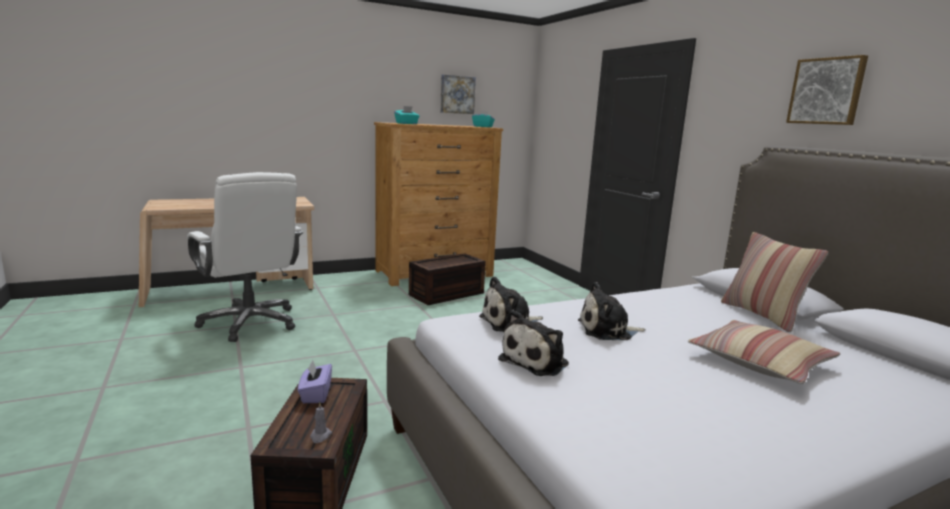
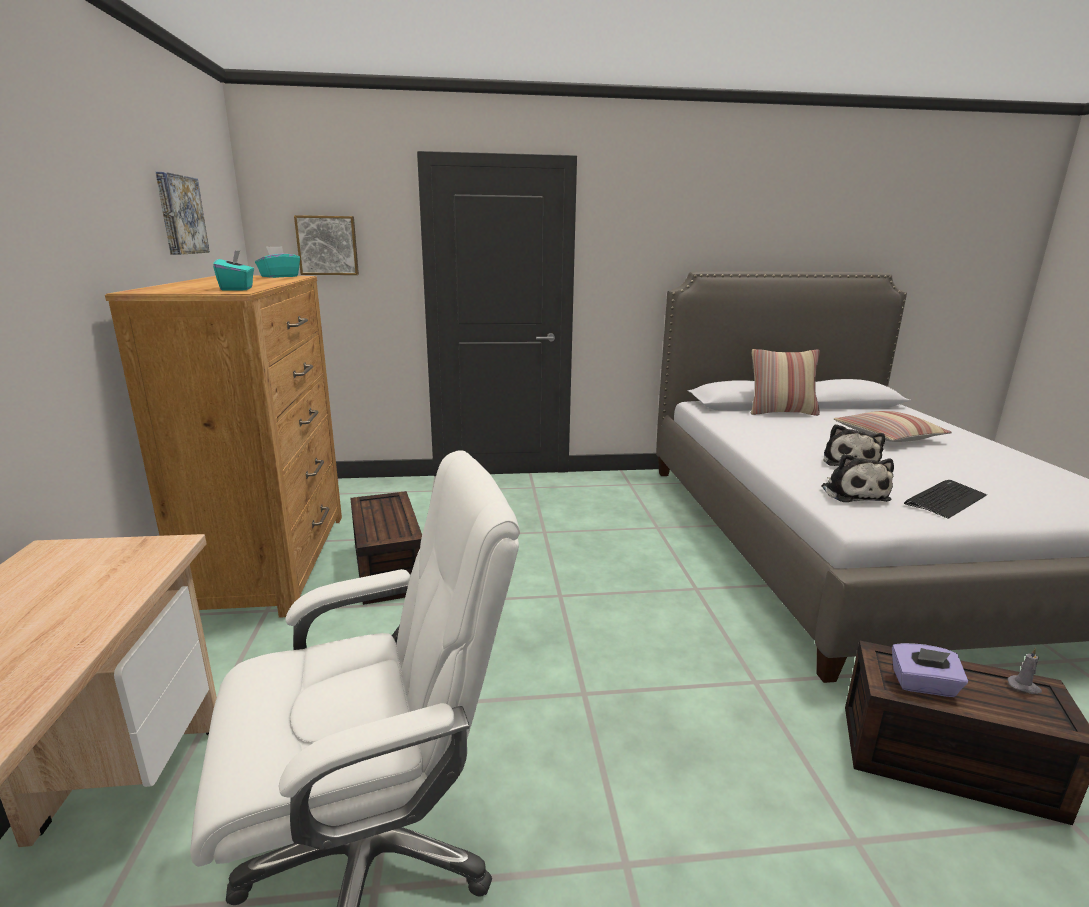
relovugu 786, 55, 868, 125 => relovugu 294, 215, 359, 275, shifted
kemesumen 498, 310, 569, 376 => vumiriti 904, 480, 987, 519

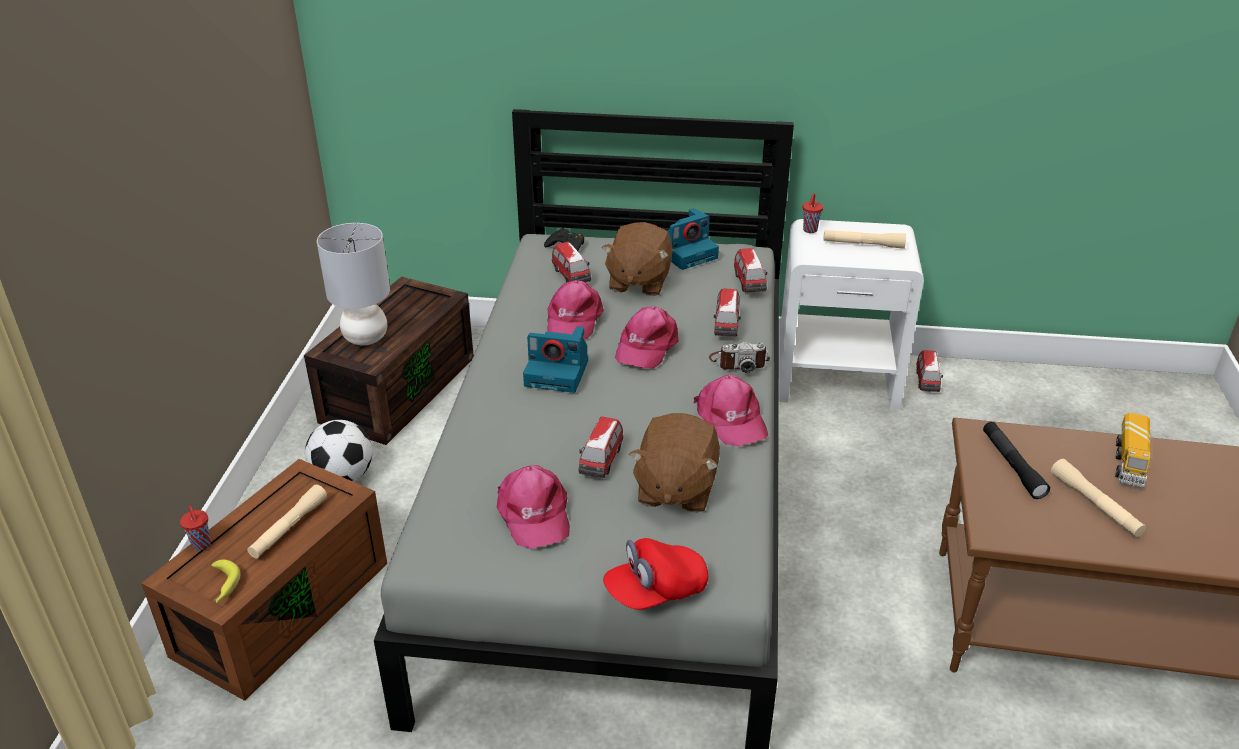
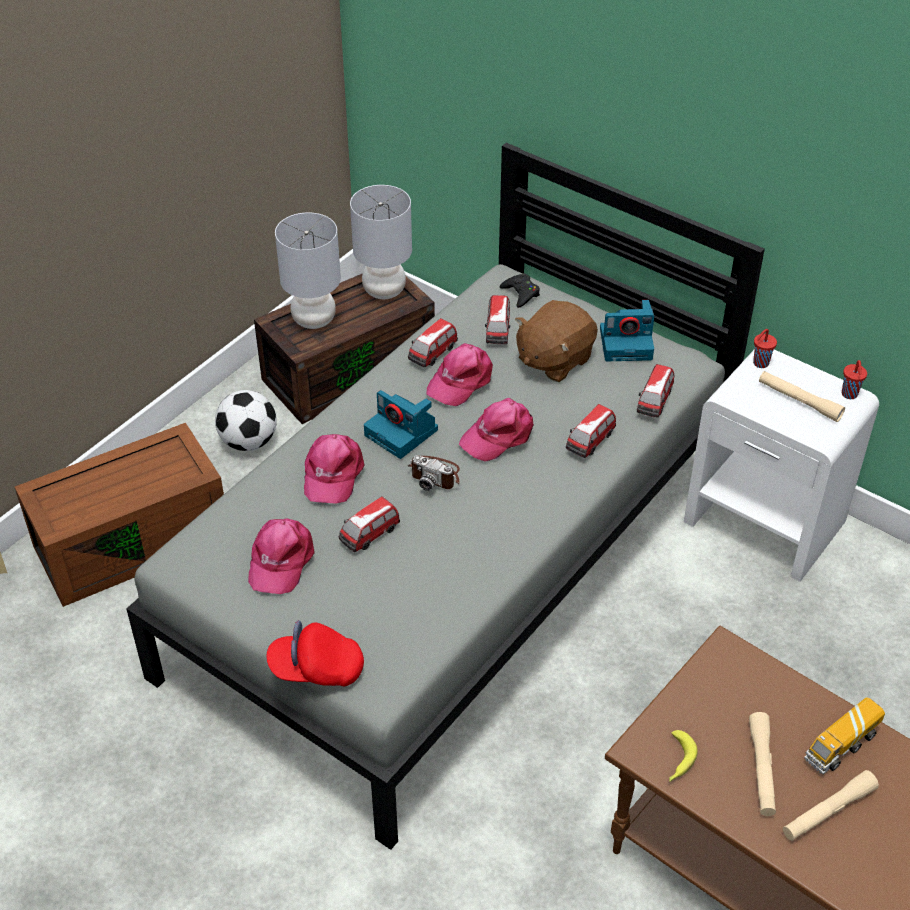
brown kemesumen 629, 413, 720, 513 => nothing
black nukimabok 983, 422, 1050, 499 => nothing
nothing => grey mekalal 350, 185, 412, 299
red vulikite 180, 505, 211, 550 => red vulikite 842, 360, 867, 399, shifted
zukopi 211, 559, 241, 603 => zukopi 669, 730, 698, 782, shifted
beige nukimabok 247, 485, 327, 558 => beige nukimabok 783, 770, 879, 841, shifted
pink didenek 693, 375, 768, 446 => pink didenek 304, 434, 365, 504, shifted
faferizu 709, 341, 770, 373 => faferizu 407, 455, 460, 491, shifted
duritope 916, 350, 943, 392 => duritope 408, 318, 458, 368, shifted

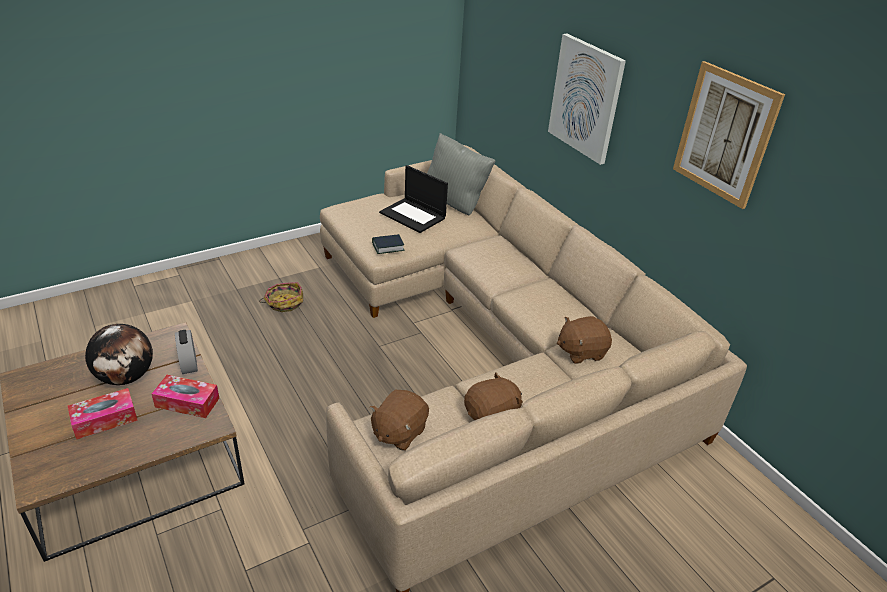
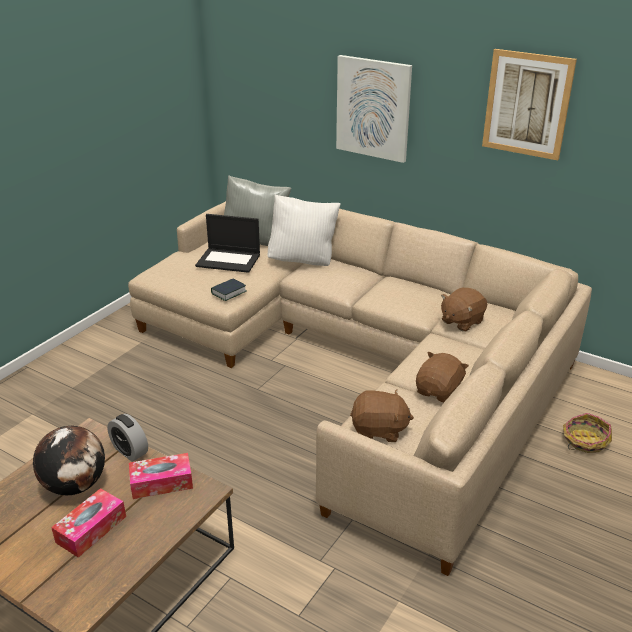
nothing => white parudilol 268, 194, 341, 266
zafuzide 259, 282, 303, 312 => zafuzide 563, 413, 612, 453, shifted
brown kemesumen 369, 390, 429, 451 => brown kemesumen 350, 389, 414, 442, 90 degrees counterclockwise

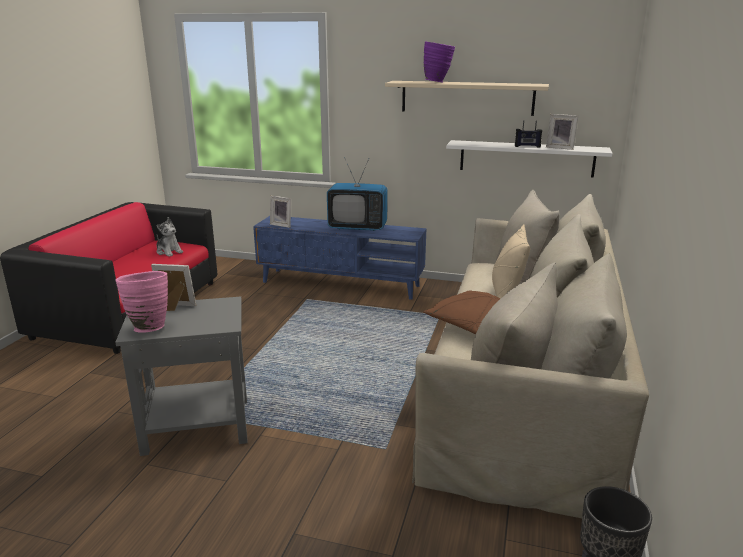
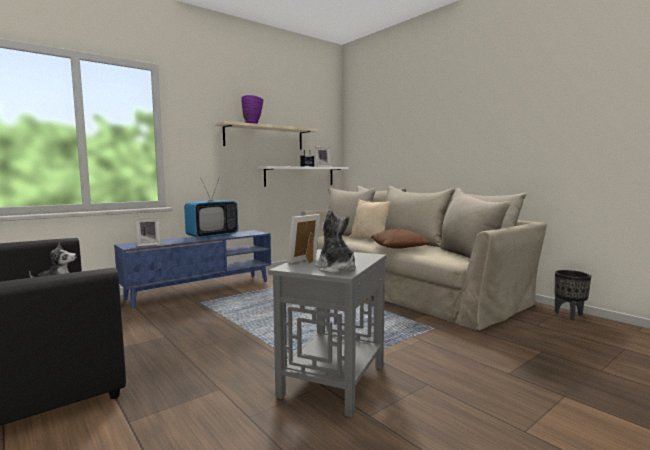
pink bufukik 115, 271, 168, 333 => kemesumen 315, 209, 356, 273

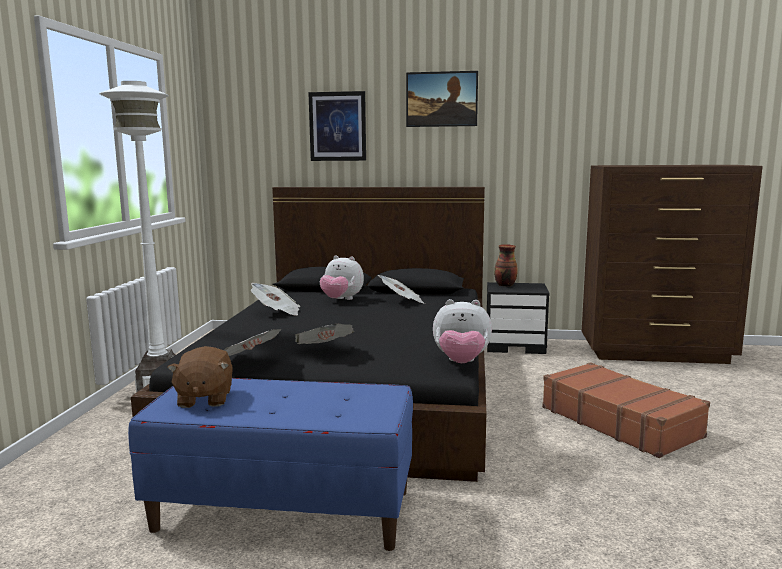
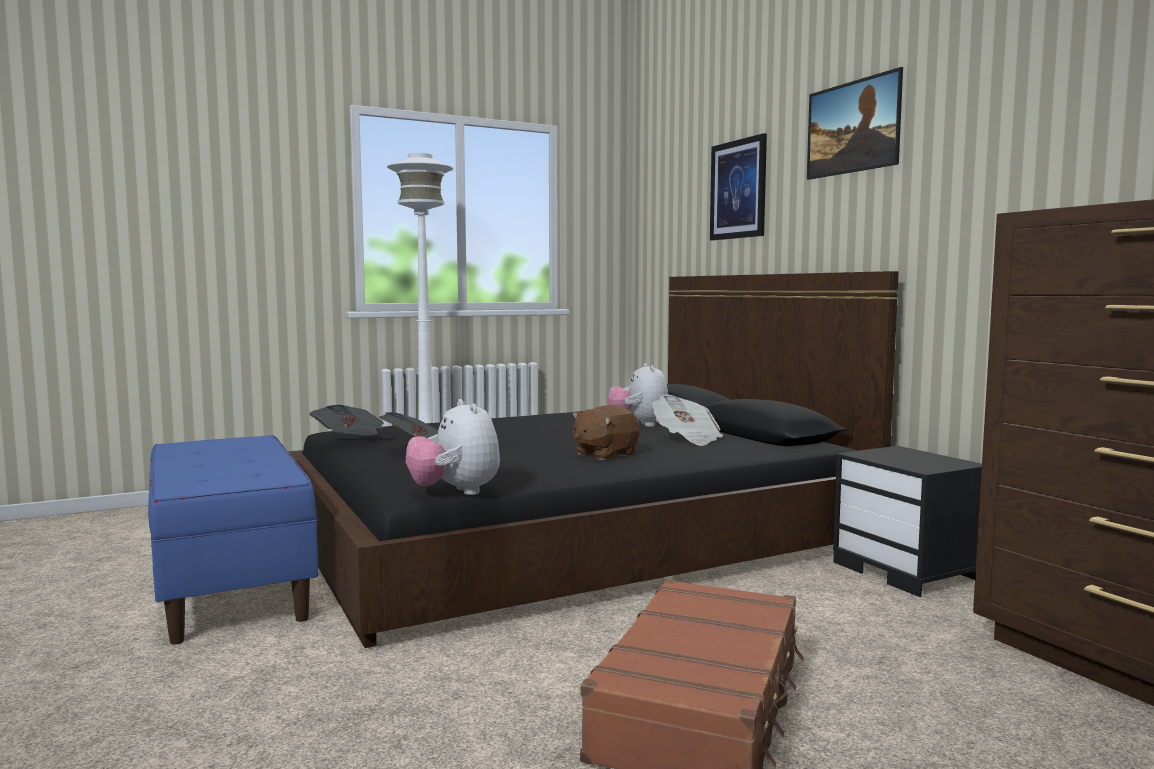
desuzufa 251, 283, 300, 316 => nothing
bufukik 494, 244, 518, 287 => nothing
brown kemesumen 167, 346, 233, 408 => brown kemesumen 572, 405, 640, 460, shifted

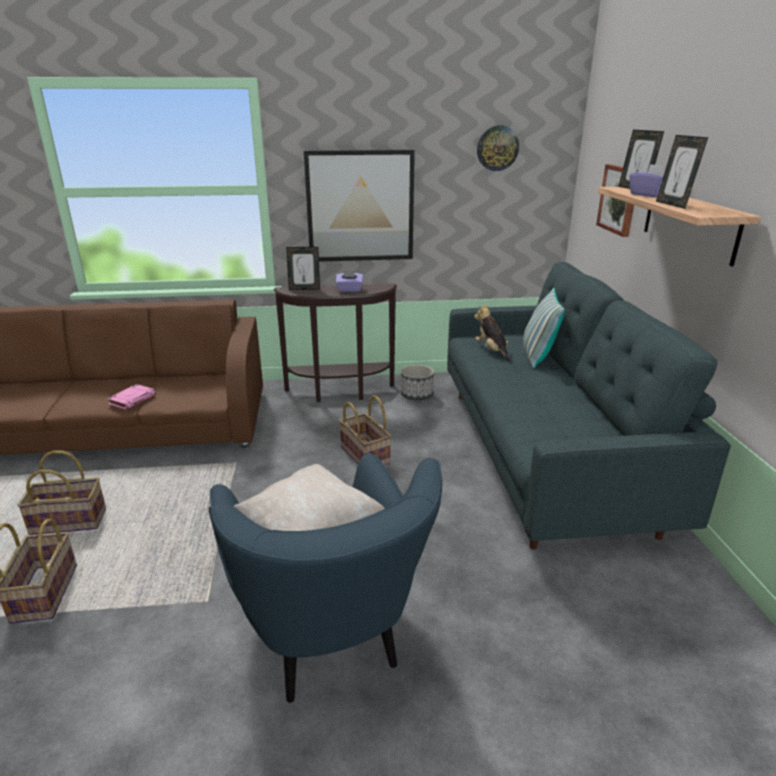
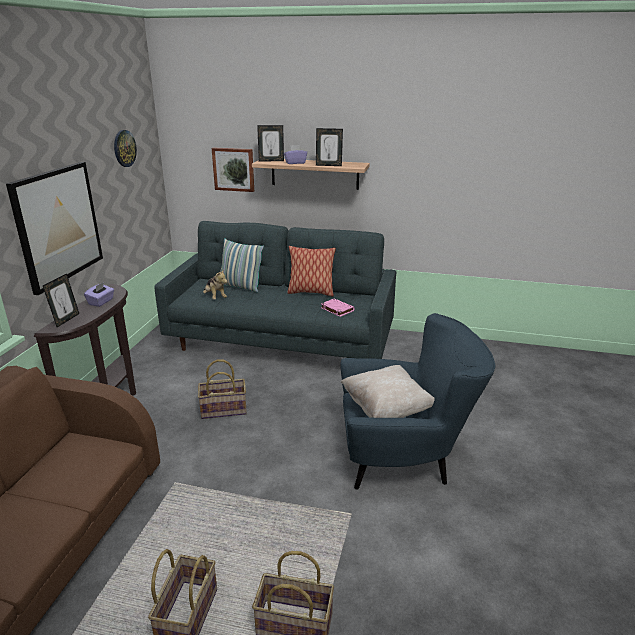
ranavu 401, 365, 434, 400 => nothing
nothing => parudilol 287, 246, 336, 297
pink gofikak 107, 384, 156, 410 => pink gofikak 321, 298, 355, 317, shifted
kemesumen 474, 304, 512, 362 => kemesumen 203, 269, 228, 300, 120 degrees counterclockwise

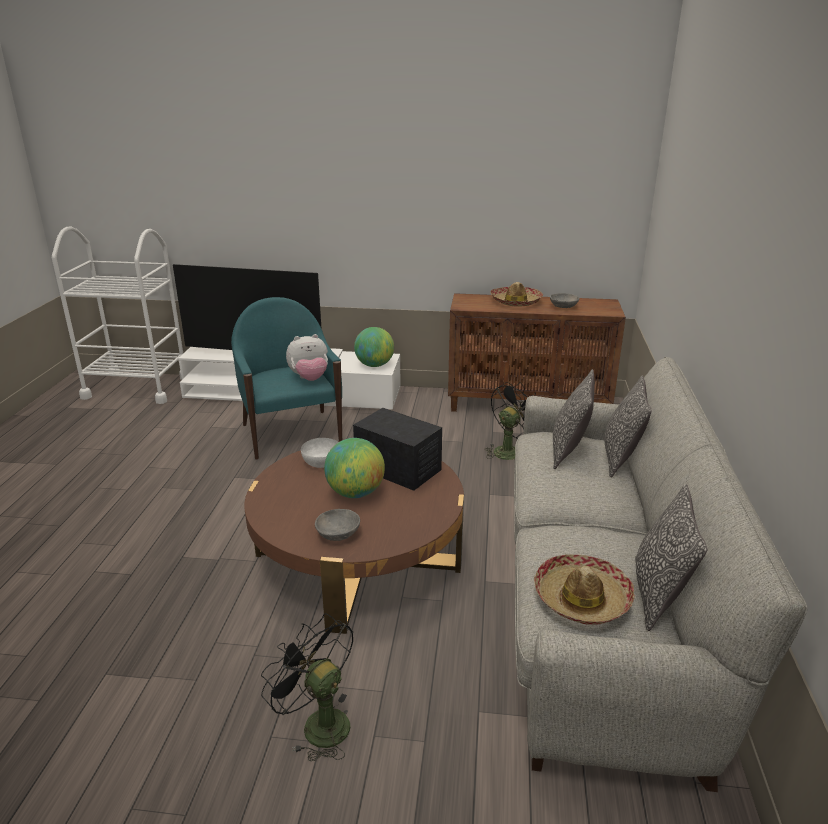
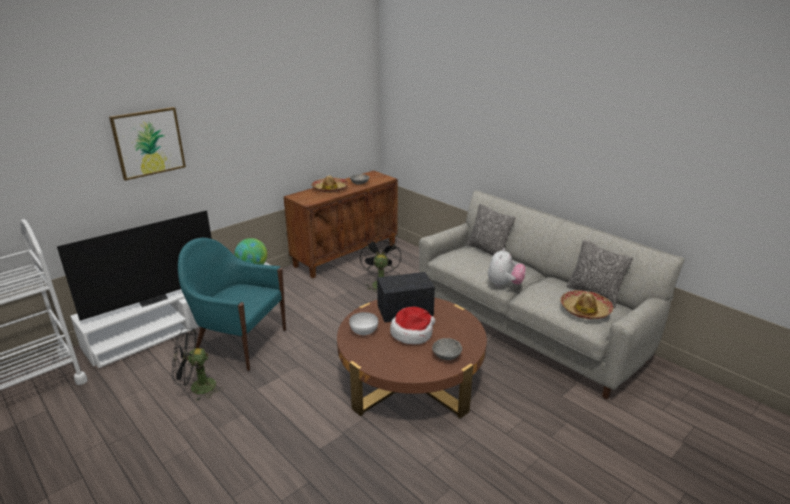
parudilol 553, 369, 595, 469 => nothing
nothing => relovugu 109, 107, 186, 181
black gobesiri 261, 613, 353, 761 => black gobesiri 172, 328, 223, 401, shifted
kemesumen 286, 334, 328, 381 => kemesumen 488, 248, 526, 287, shifted
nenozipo 324, 438, 385, 498 => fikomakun 390, 307, 436, 345

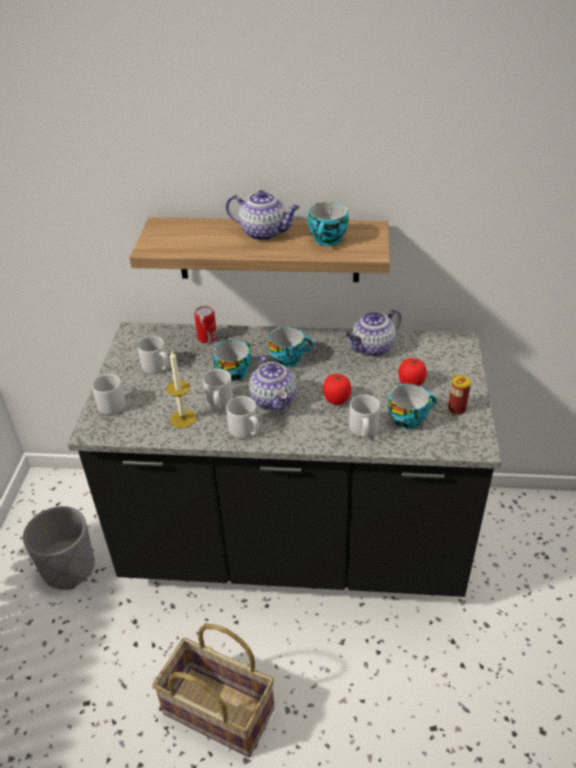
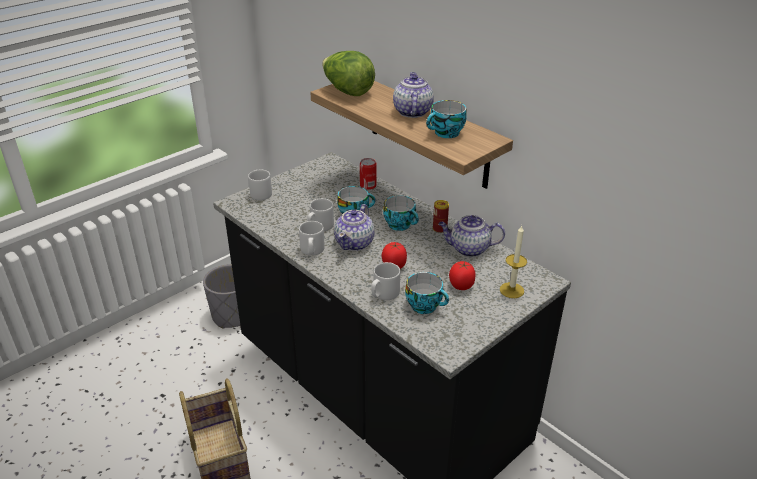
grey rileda 137, 336, 169, 374 => nothing
nothing => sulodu 322, 51, 375, 96
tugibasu 166, 351, 197, 428 => tugibasu 500, 226, 527, 298, shifted
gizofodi 448, 375, 471, 415 => gizofodi 433, 200, 449, 233, shifted
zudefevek 226, 190, 300, 241 => zudefevek 393, 72, 434, 118, 150 degrees counterclockwise

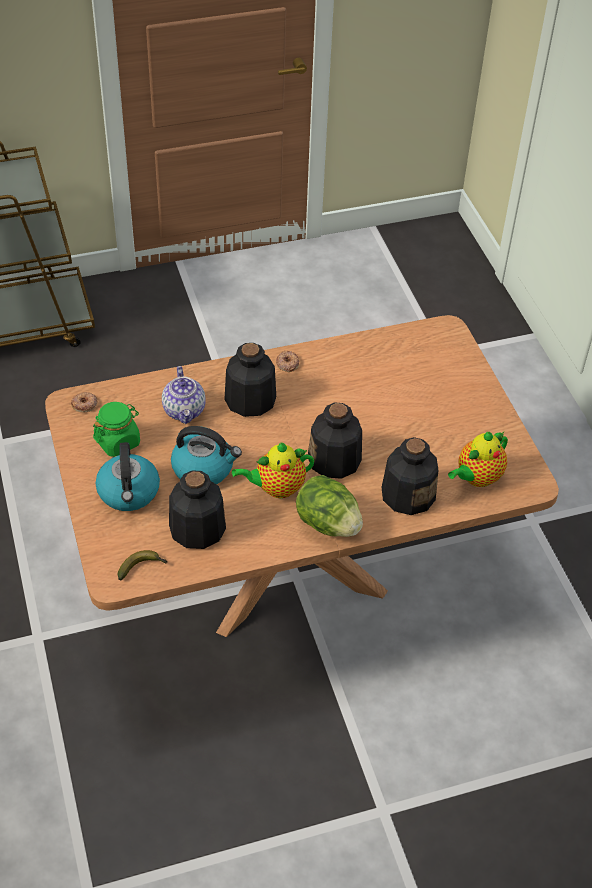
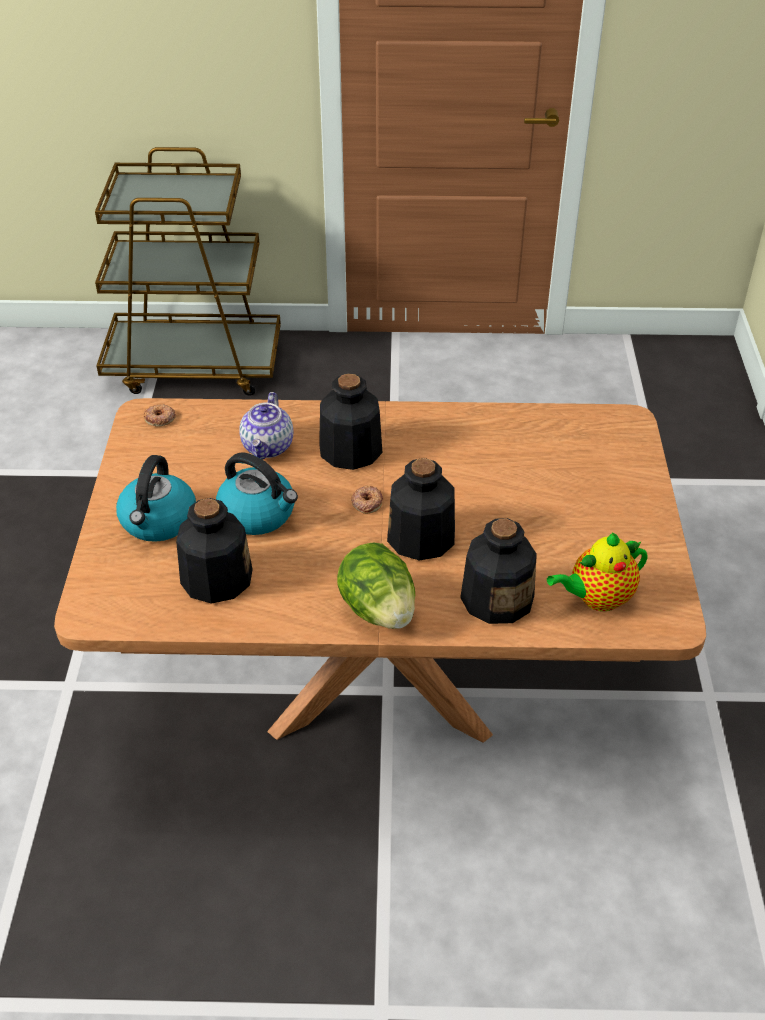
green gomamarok 93, 402, 140, 457 => nothing
zukopi 118, 550, 167, 580 => nothing
zudefevek 232, 442, 314, 498 => nothing
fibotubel 276, 351, 299, 372 => fibotubel 351, 485, 383, 514, shifted

